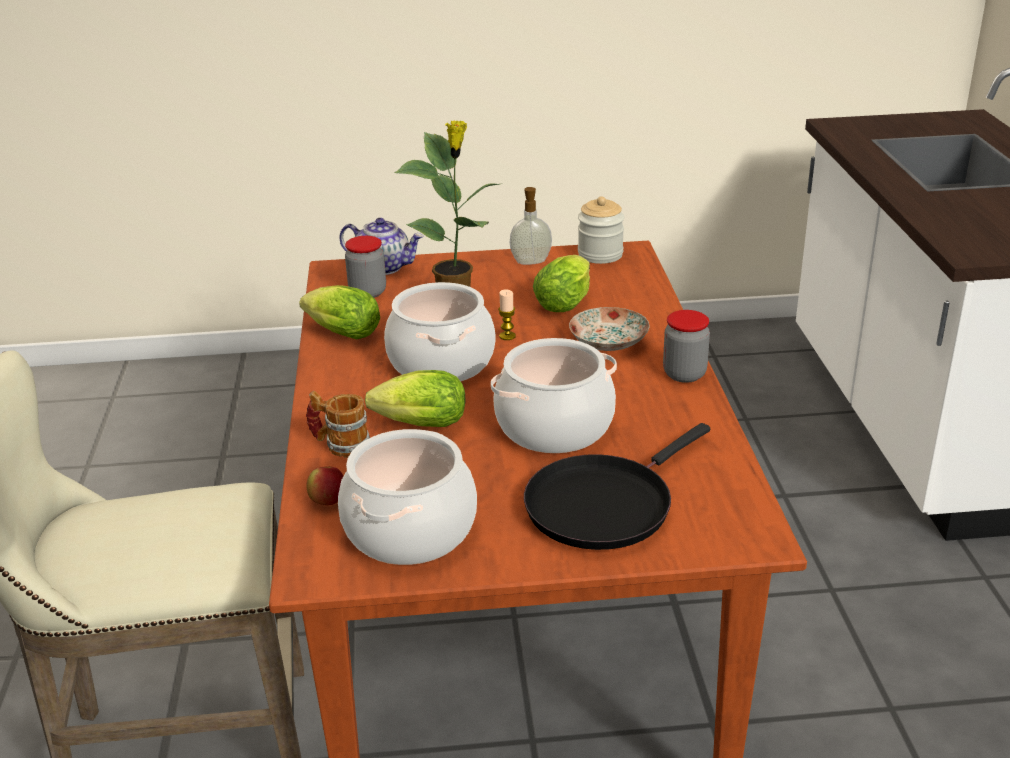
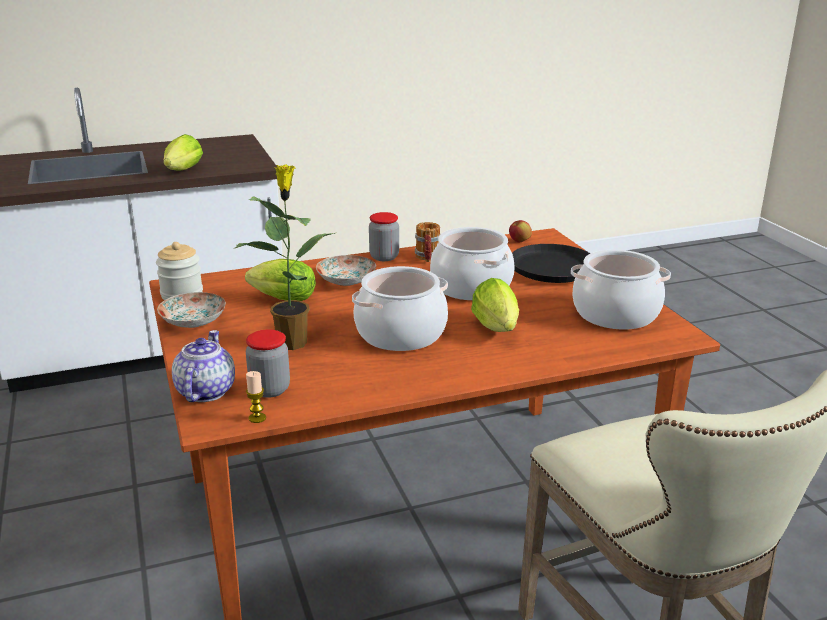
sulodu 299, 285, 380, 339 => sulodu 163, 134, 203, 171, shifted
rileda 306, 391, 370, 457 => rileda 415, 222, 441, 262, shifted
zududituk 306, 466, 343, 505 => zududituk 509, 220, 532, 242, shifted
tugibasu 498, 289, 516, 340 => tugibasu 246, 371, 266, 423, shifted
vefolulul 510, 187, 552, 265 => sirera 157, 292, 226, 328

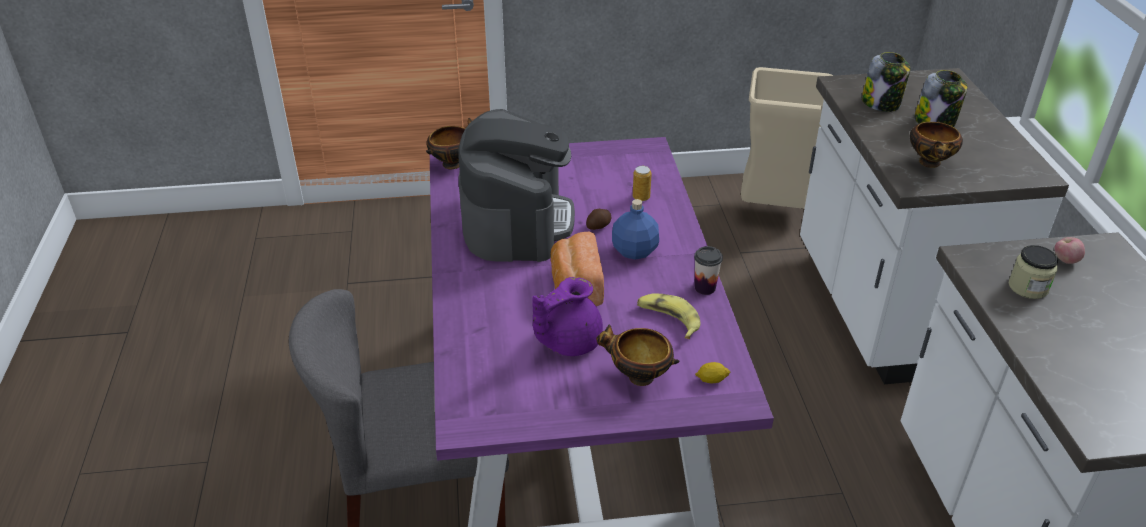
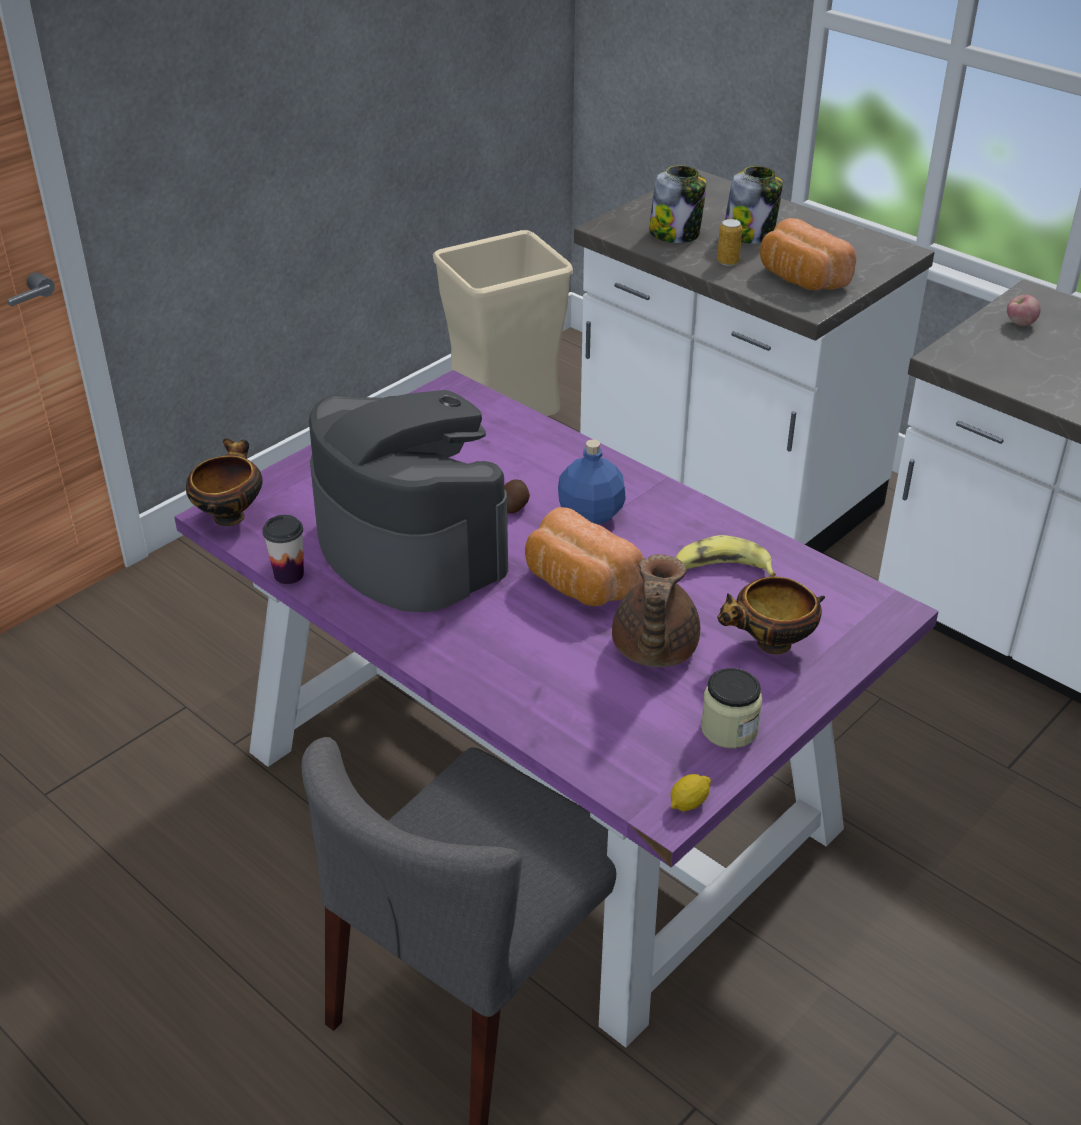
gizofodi 633, 166, 652, 201 => gizofodi 717, 219, 742, 266, shifted
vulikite 694, 246, 723, 295 => vulikite 262, 515, 304, 584, shifted
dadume 695, 362, 730, 384 => dadume 671, 774, 711, 812, shifted
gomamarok 1009, 245, 1058, 299 => gomamarok 701, 668, 762, 748, shifted
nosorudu 910, 122, 963, 168 => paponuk 760, 218, 856, 290
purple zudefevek 532, 277, 603, 356 => brown zudefevek 612, 554, 700, 667

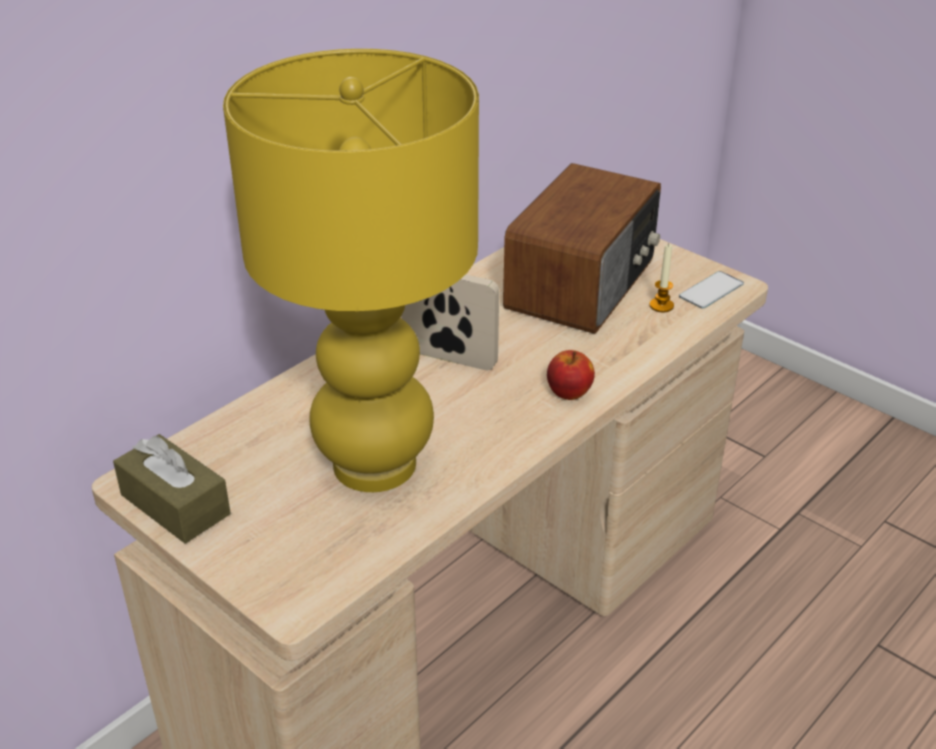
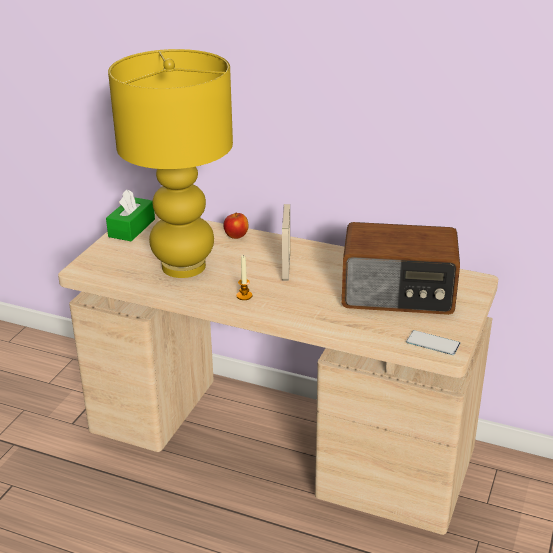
zududituk 547, 350, 595, 400 => zududituk 223, 212, 249, 239, shifted
tugibasu 650, 244, 674, 313 => tugibasu 236, 256, 252, 300, shifted
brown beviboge 113, 434, 230, 544 => green beviboge 106, 189, 155, 241

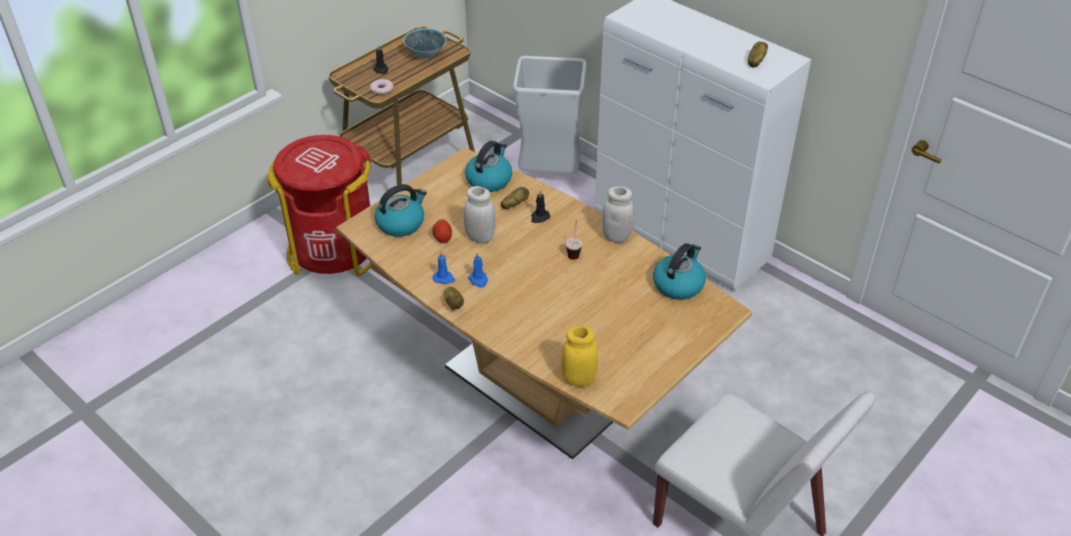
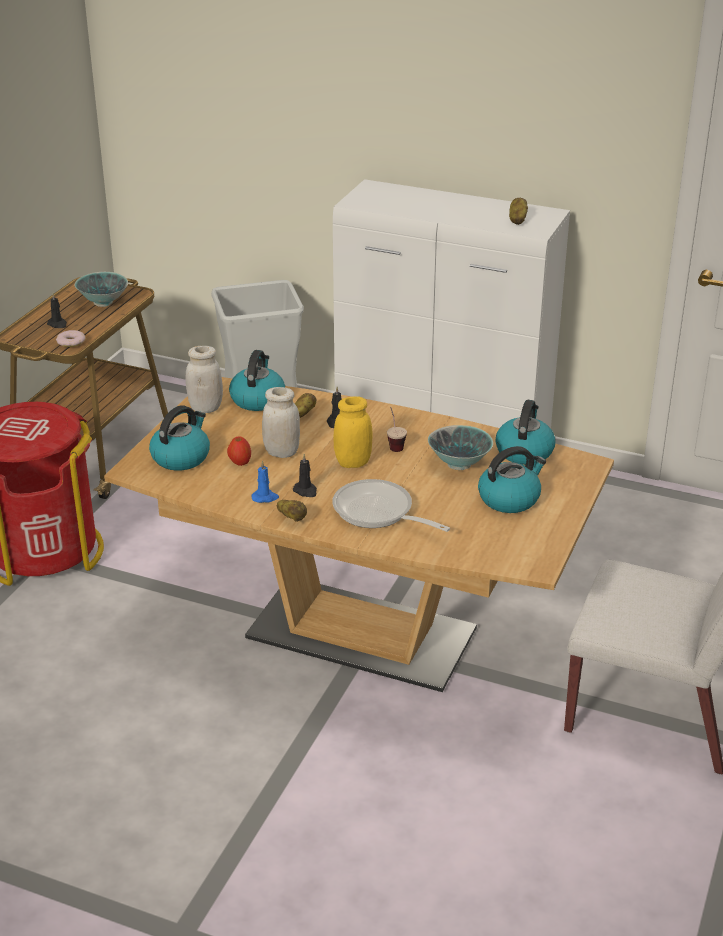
nothing => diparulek 332, 479, 450, 532
nothing => nosorudu 428, 425, 493, 470
nothing => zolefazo 478, 446, 546, 513
yellow gomamarok 561, 326, 598, 387 => yellow gomamarok 333, 396, 373, 468, shifted
white gomamarok 602, 186, 634, 243 => white gomamarok 186, 346, 223, 413, shifted
blue tugibasu 468, 253, 488, 288 => black tugibasu 293, 454, 317, 497

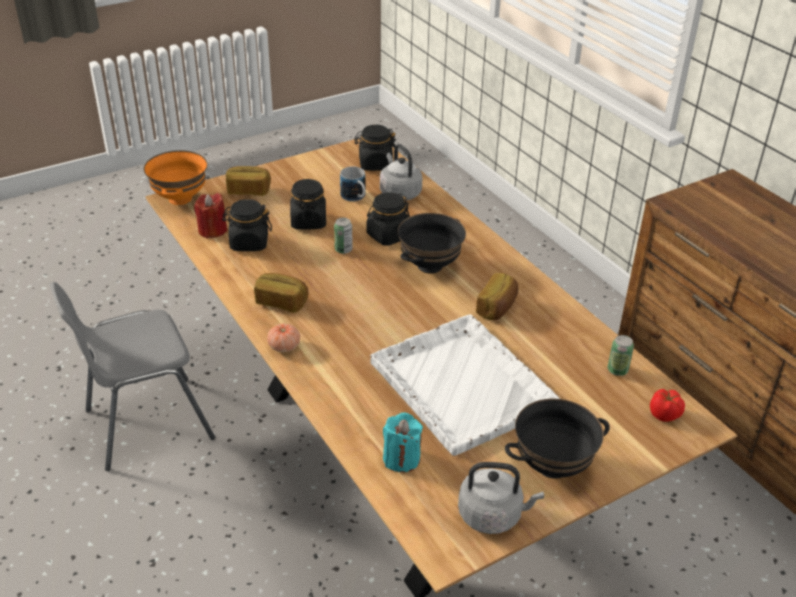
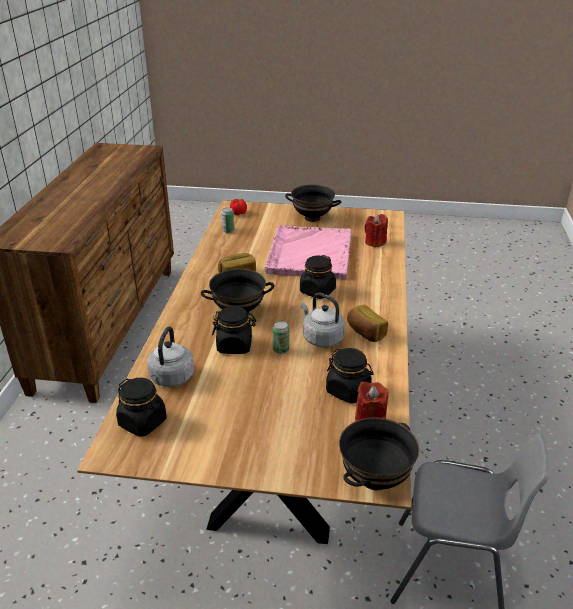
paponuk 226, 166, 271, 196 => nothing
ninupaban 267, 324, 300, 352 => nothing
rileda 340, 166, 365, 202 => nothing
black gomamarok 290, 179, 326, 230 => black gomamarok 300, 255, 336, 299, shifted
grey zolefazo 458, 462, 544, 534 => grey zolefazo 301, 293, 345, 347, shifted
orange nosorudu 144, 150, 207, 205 => black nosorudu 339, 417, 419, 490
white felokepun 370, 314, 560, 456 => pink felokepun 265, 225, 351, 279
turquoise tugibasu 383, 412, 423, 472 => red tugibasu 365, 214, 388, 247

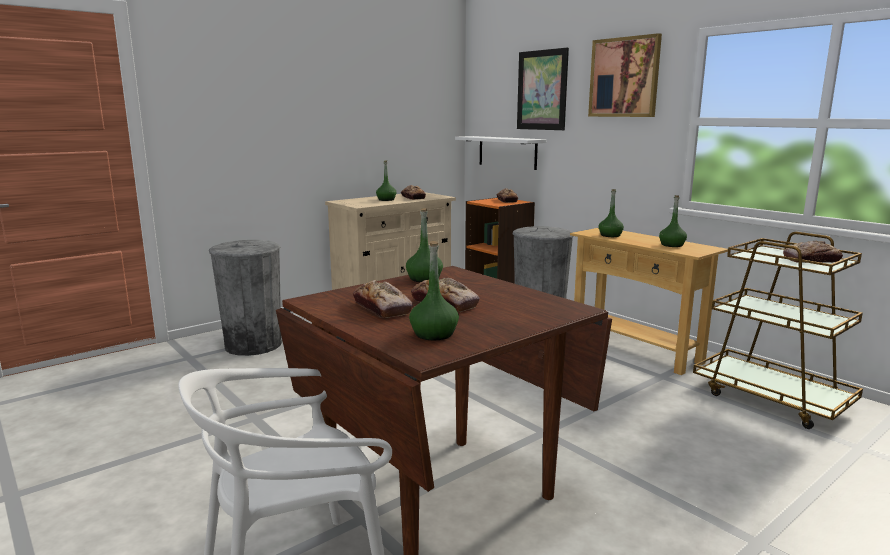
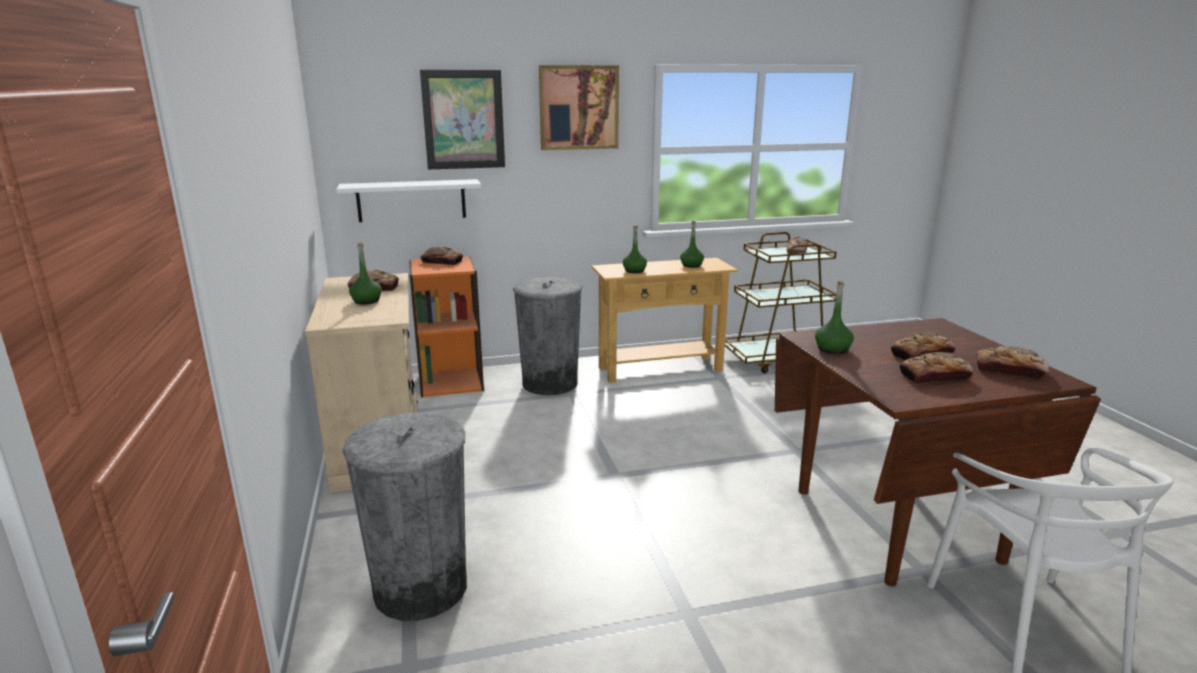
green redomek 409, 241, 459, 340 => paponuk 976, 346, 1049, 379

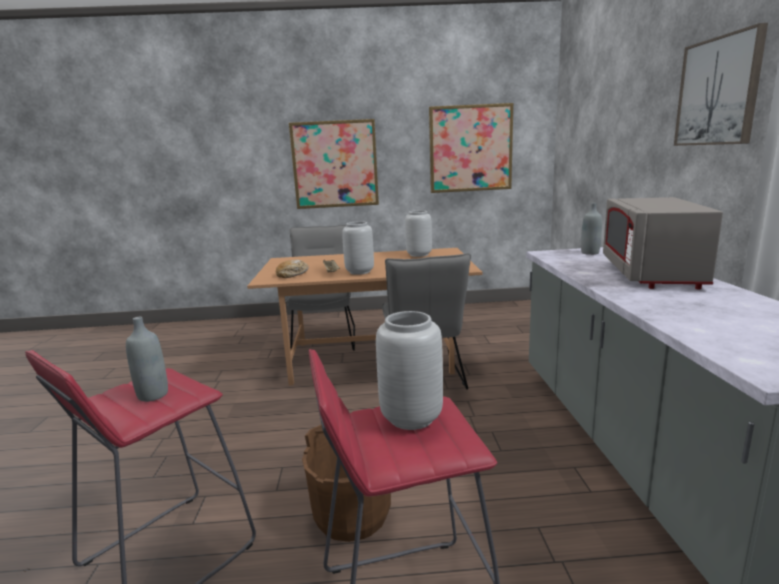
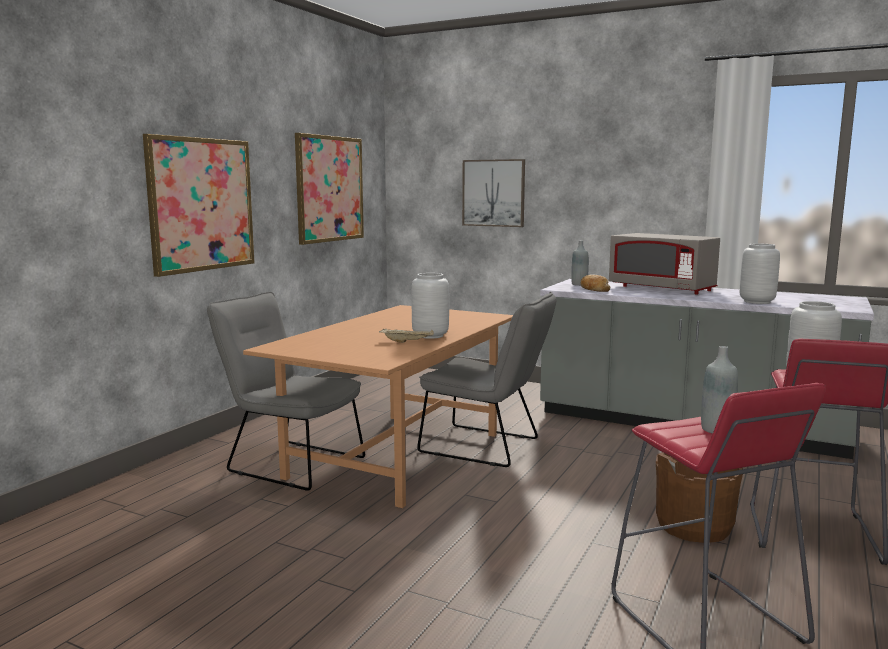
paponuk 276, 259, 309, 278 => paponuk 580, 275, 611, 292, shifted
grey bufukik 405, 210, 432, 257 => grey bufukik 740, 244, 780, 304, shifted
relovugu 674, 23, 768, 146 => relovugu 462, 159, 525, 227, shifted

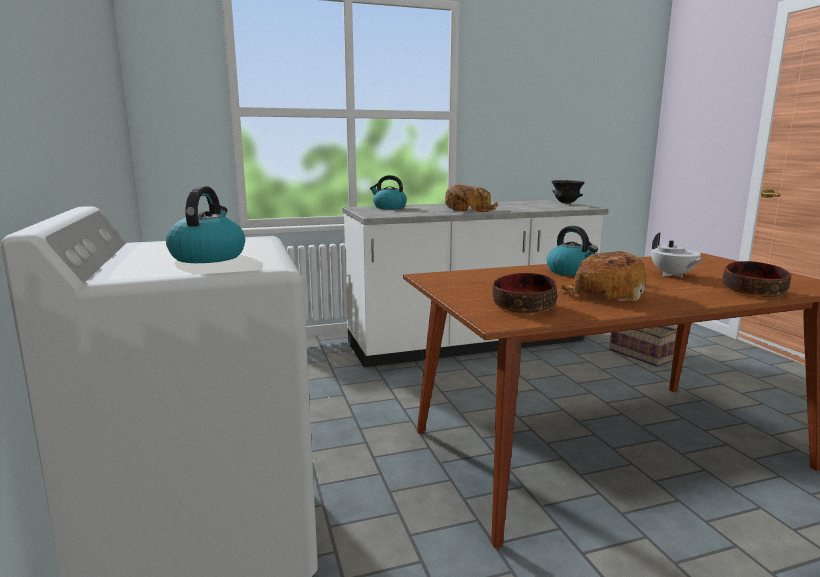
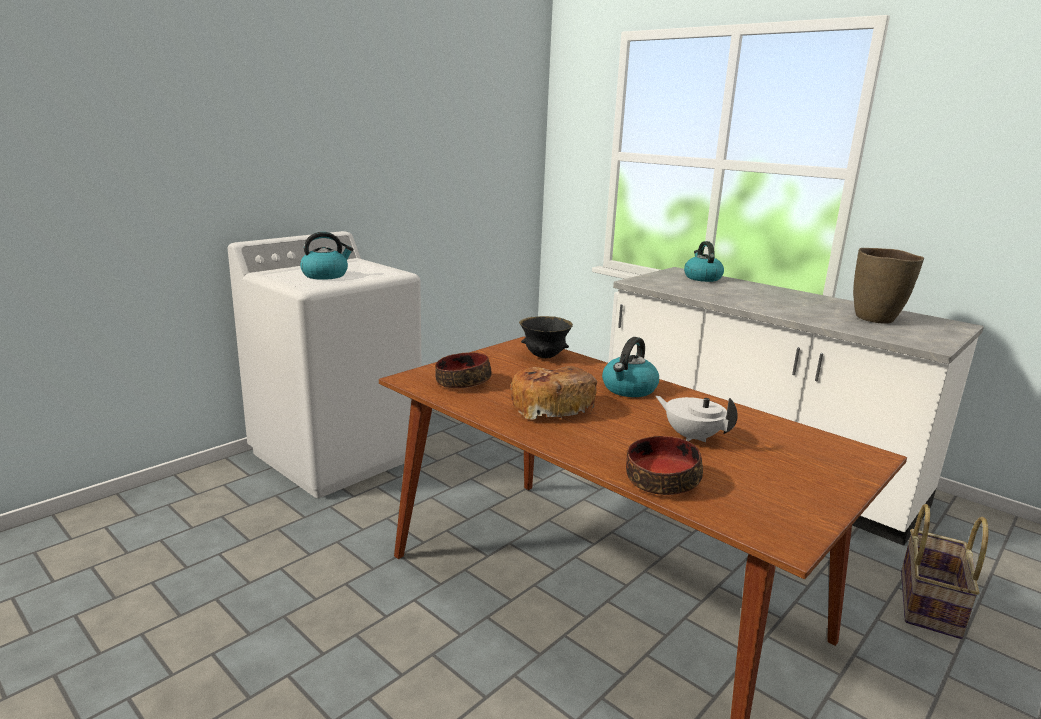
paponuk 445, 185, 498, 212 => nothing
nothing => brown bufukik 853, 248, 924, 324
black nosorudu 551, 180, 585, 204 => black nosorudu 519, 316, 573, 358, shifted
white zudefevek 651, 233, 705, 278 => white zudefevek 656, 396, 738, 442, 90 degrees clockwise

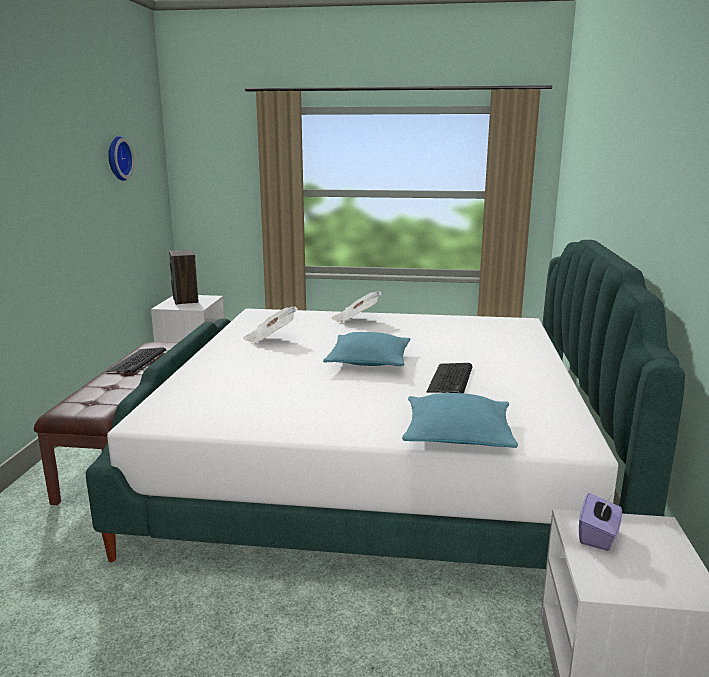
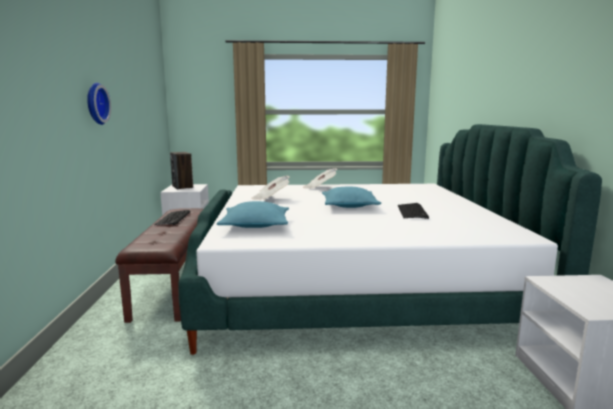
purple beviboge 579, 493, 622, 551 => nothing
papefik 108, 136, 134, 181 => papefik 87, 83, 111, 125, shifted
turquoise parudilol 402, 393, 518, 448 => turquoise parudilol 216, 201, 289, 228, shifted

